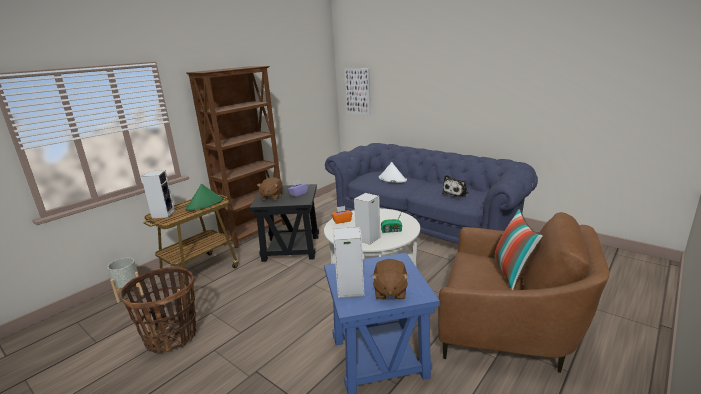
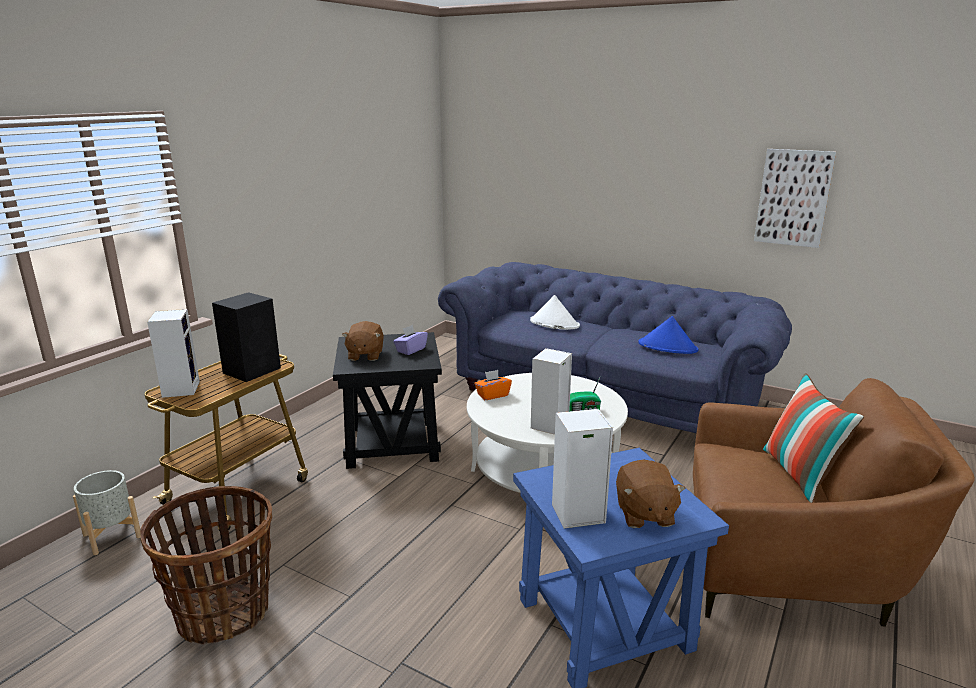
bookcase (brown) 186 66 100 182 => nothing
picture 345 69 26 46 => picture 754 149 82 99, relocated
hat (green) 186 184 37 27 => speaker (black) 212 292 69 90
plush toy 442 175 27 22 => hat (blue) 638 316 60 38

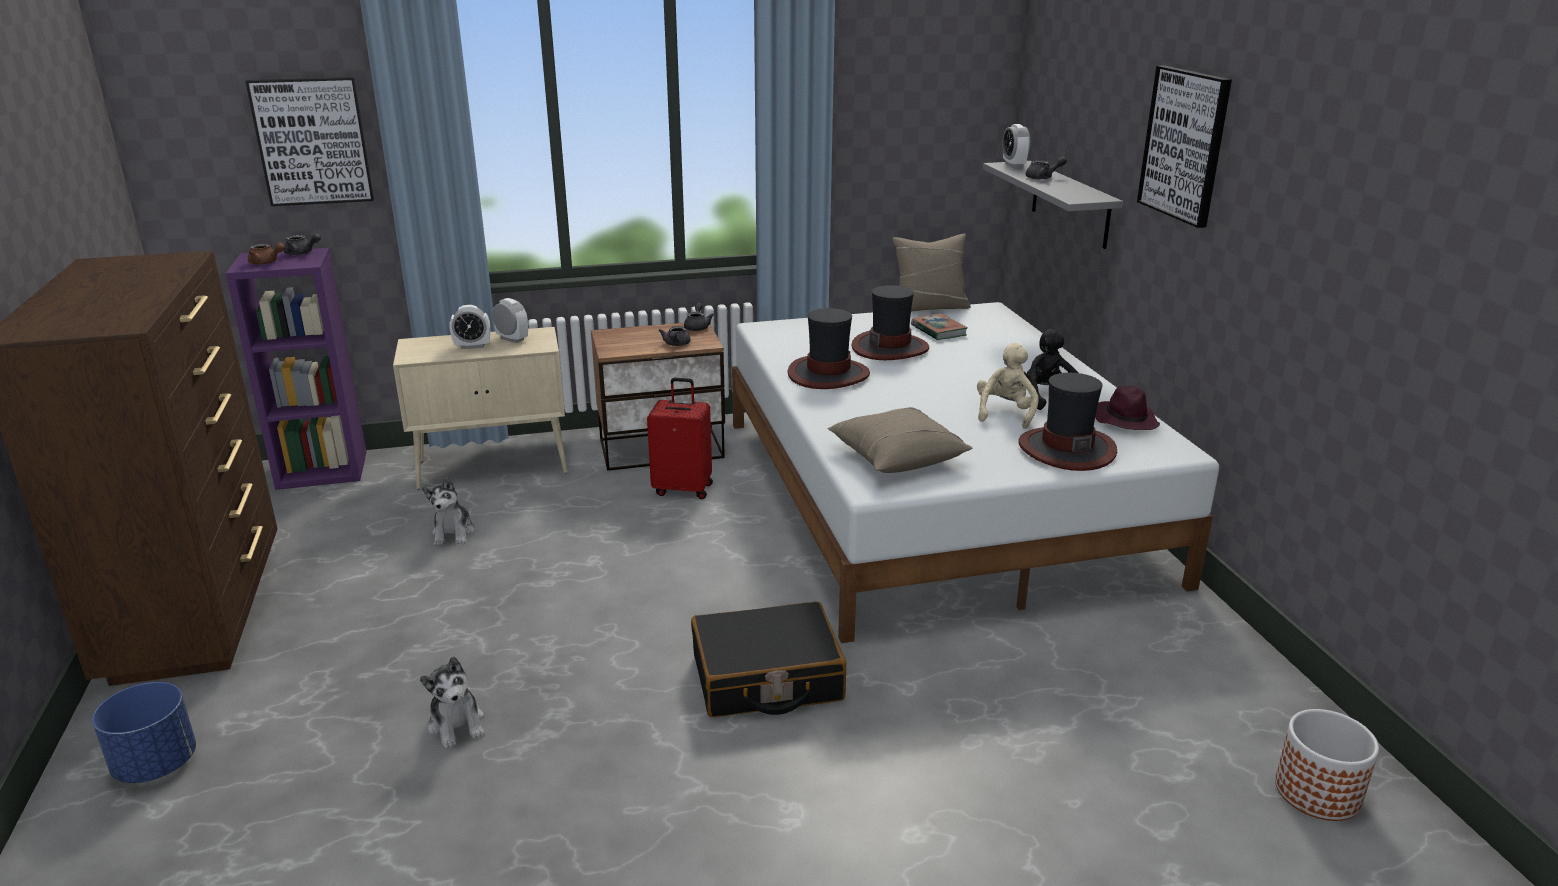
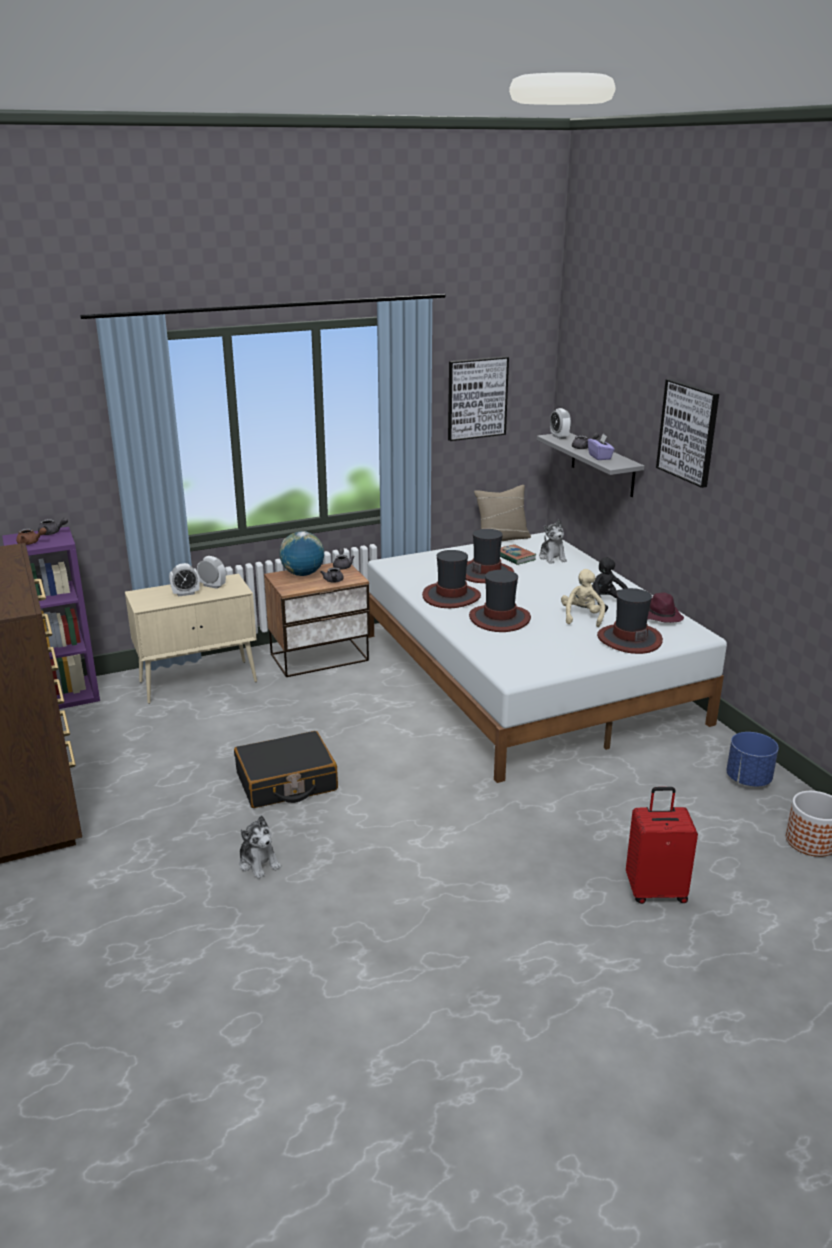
pillow (beige) 828 407 144 66 => nothing
nothing => globe 280 531 44 45
nothing => hat 469 570 62 62
nothing => tissue box (purple) 588 434 27 26
planter (blue) 92 682 104 101 => planter (blue) 726 732 53 55, relocated
picture 245 77 129 129 => picture 448 356 61 85, relocated
plush toy 422 477 53 69 => plush toy 539 519 28 45, relocated
suitcase (red) 647 378 66 121 => suitcase (red) 626 787 72 117, relocated
suitcase (black) 691 601 155 116 => suitcase (black) 234 731 104 77, relocated

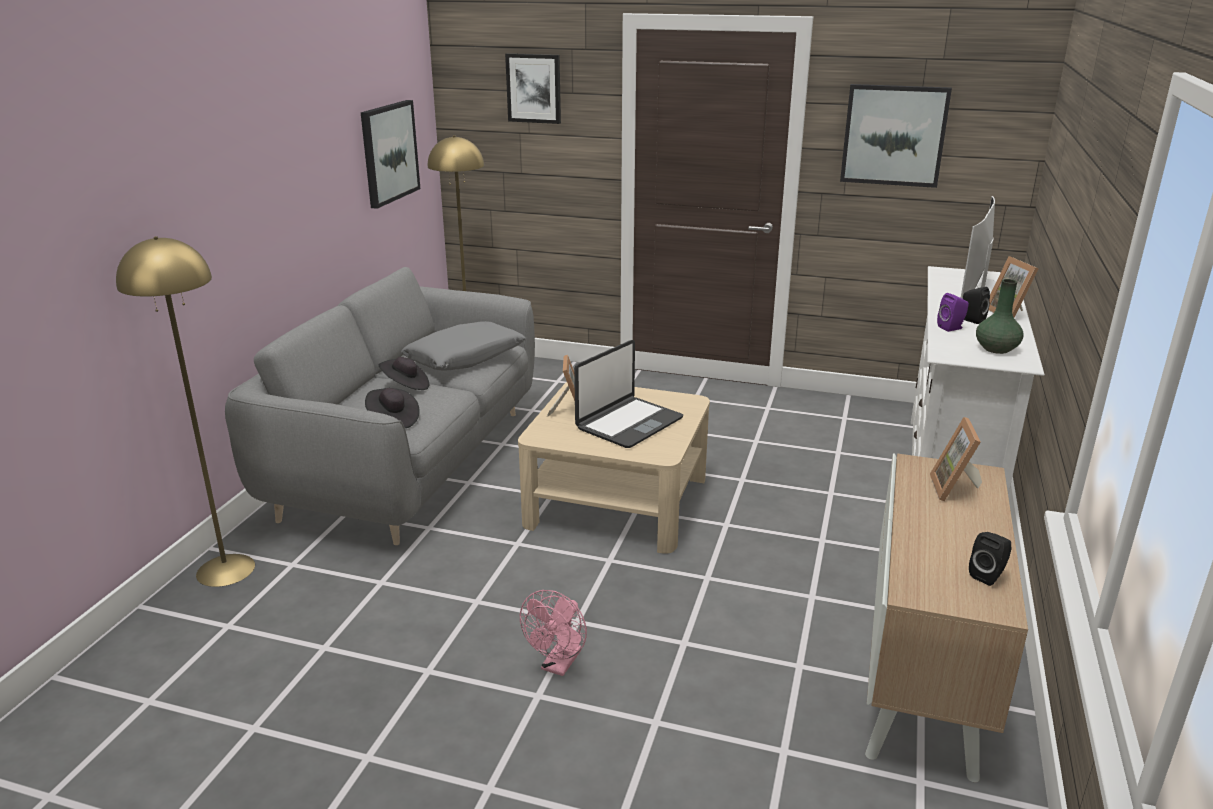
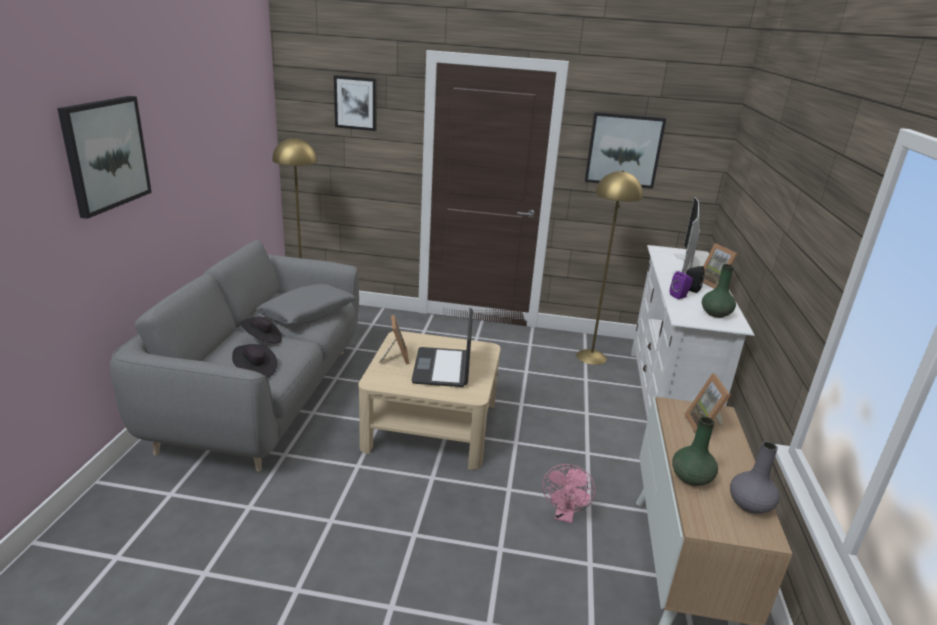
nothing => vase (green) 672 417 46 69
floor lamp (yellow) 116 236 139 351 => floor lamp (yellow) 576 170 67 195, relocated
picture 361 100 59 109 => picture 57 96 95 123, relocated
fan (pink) 520 590 67 86 => fan (pink) 543 464 53 59, relocated
speaker (black) 969 532 42 54 => vase (grey) 730 441 50 73
laptop 574 340 109 108 => laptop 412 308 61 79, 150 degrees clockwise

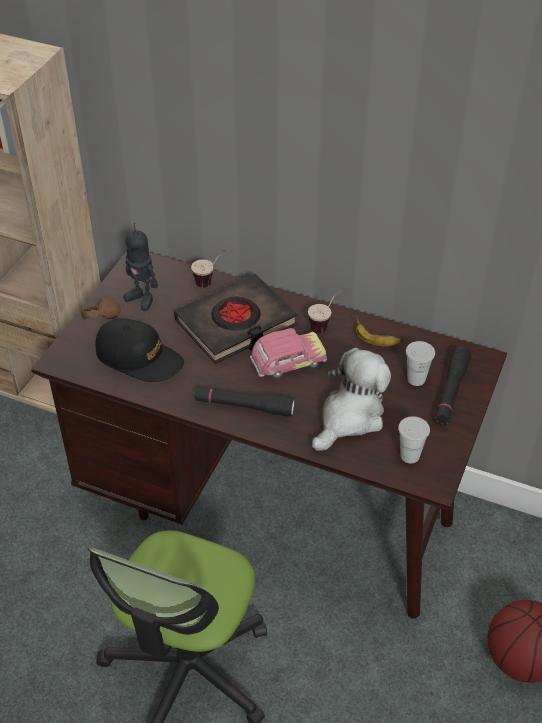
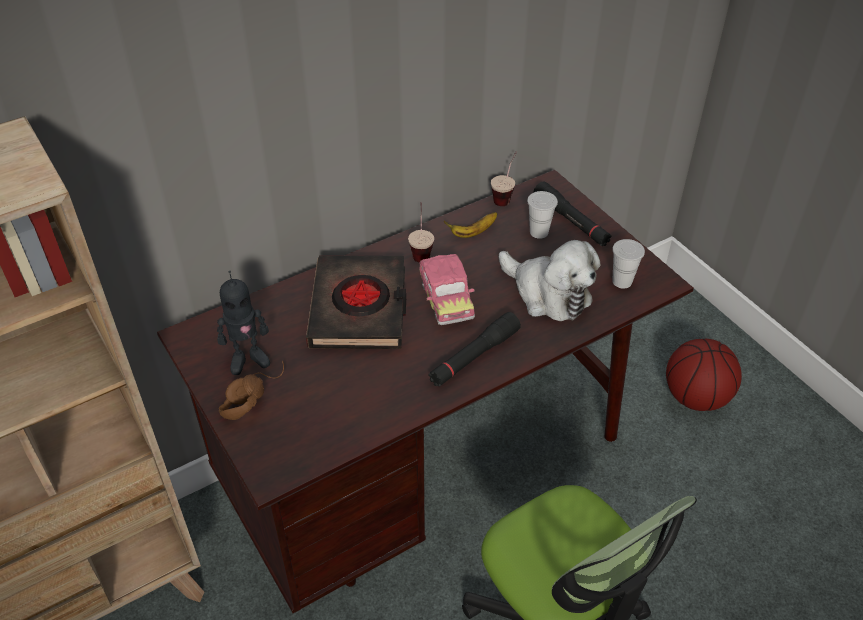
cap (black) 95 318 89 64 => nothing
cup 191 251 41 37 => cup 491 151 26 55, relocated
toy car 250 328 77 50 => toy car 420 254 55 71, 150 degrees clockwise
plush toy 312 348 79 103 => plush toy 499 240 101 81, 150 degrees clockwise

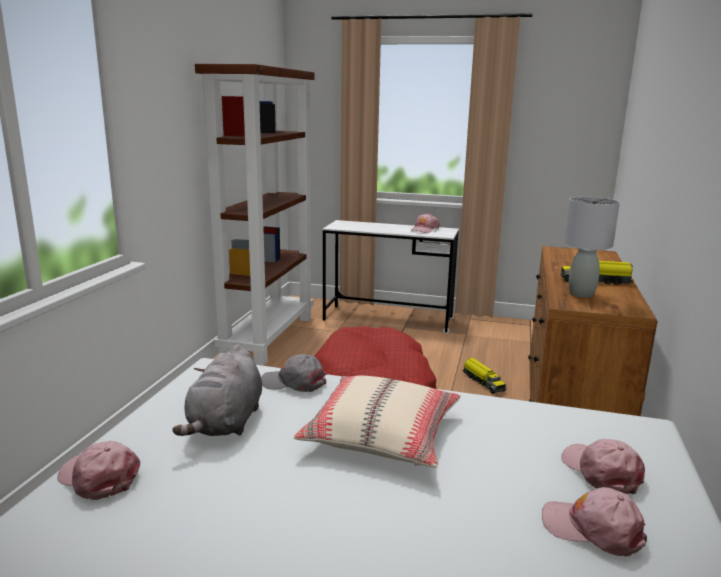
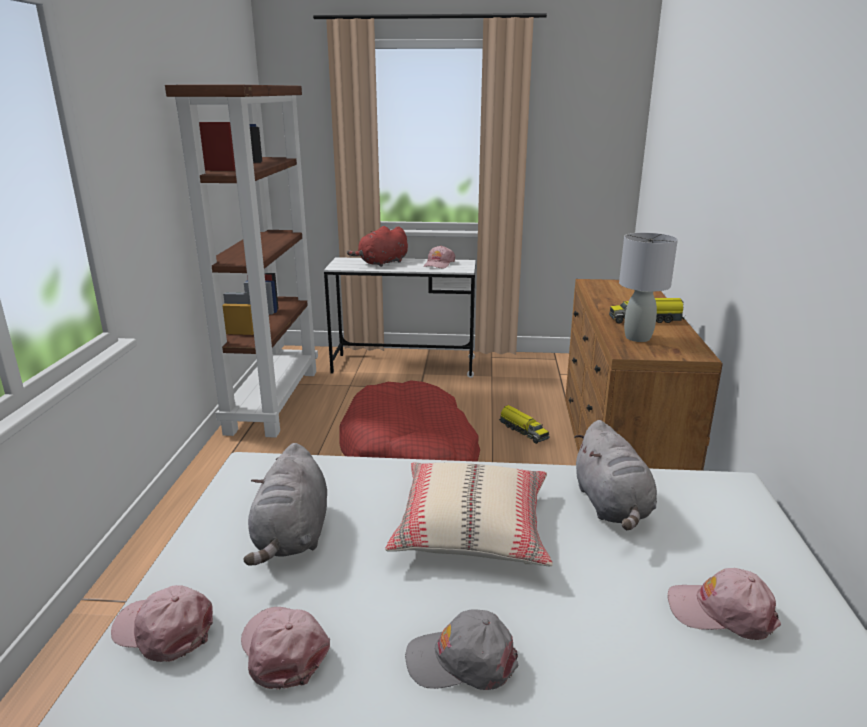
nothing => plush toy (red) 347 226 61 41
nothing => plush toy (grey) 574 420 83 110
cap (grey) 261 354 65 38 => cap (grey) 405 609 114 81, relocated
cap (pink) 561 439 84 55 => cap (pink) 241 607 89 82, relocated

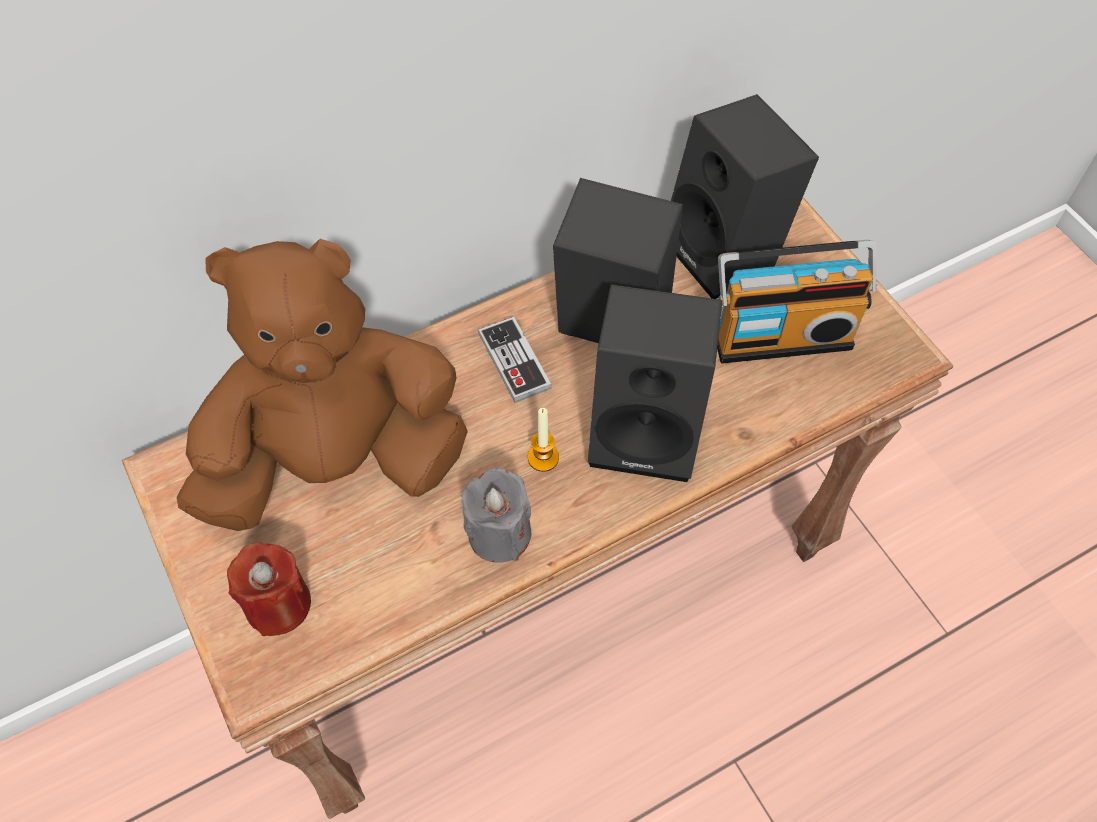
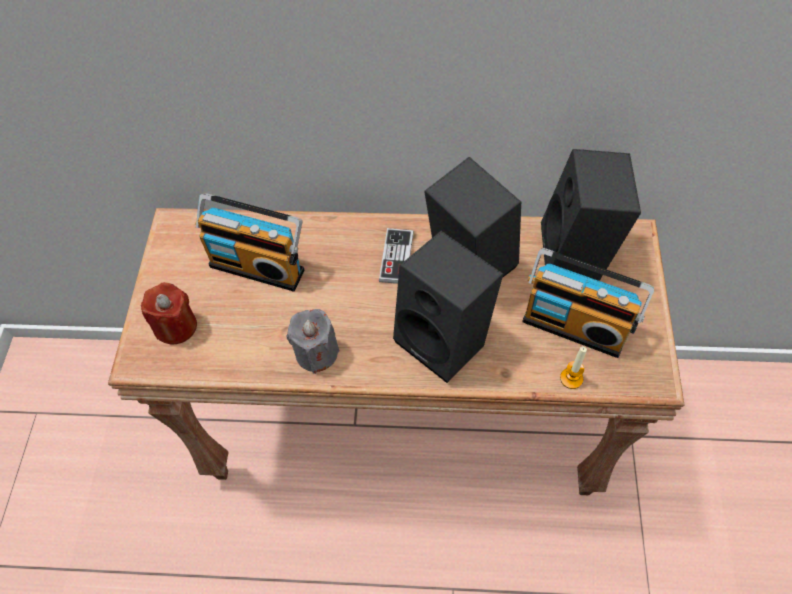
candle 528 408 31 64 => candle 560 346 27 43, relocated
plush toy (brown) 177 239 291 292 => radio 195 193 110 99

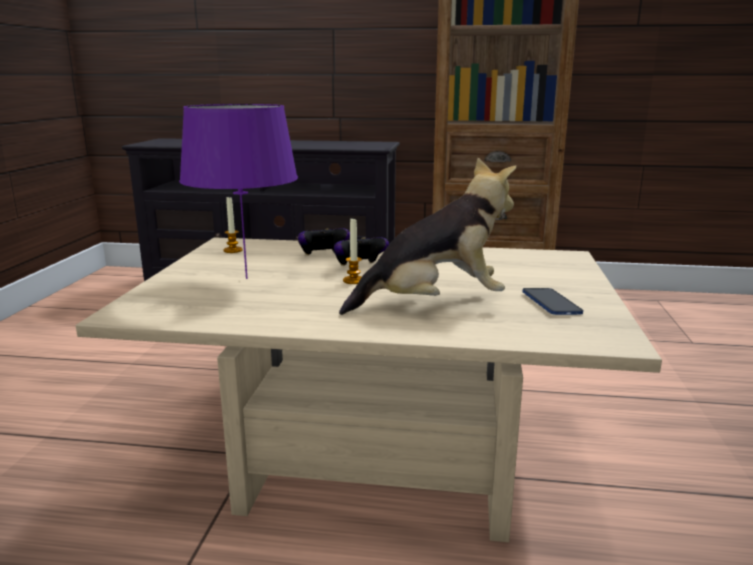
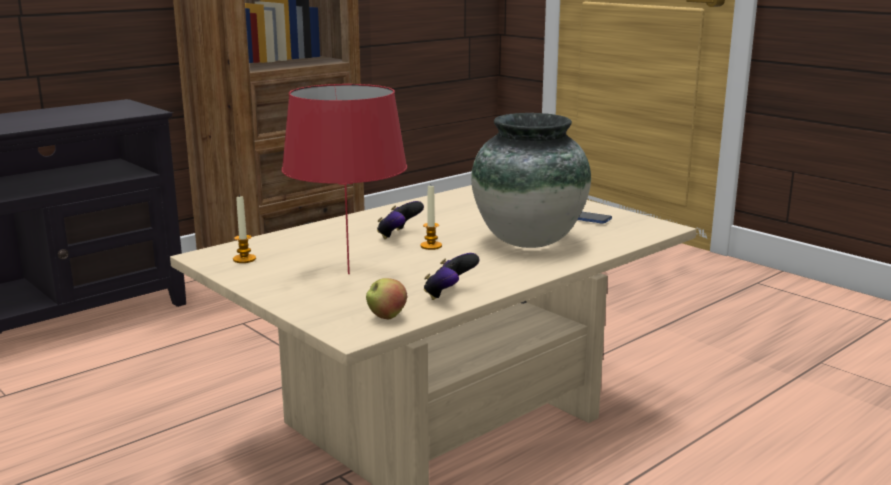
nothing => apple 366 278 41 41
game controller 298 228 52 27 => game controller 424 253 55 47, relocated
plush toy 339 158 178 157 => vase 471 113 120 135
table lamp (purple) 179 104 119 175 => table lamp (red) 282 84 125 190

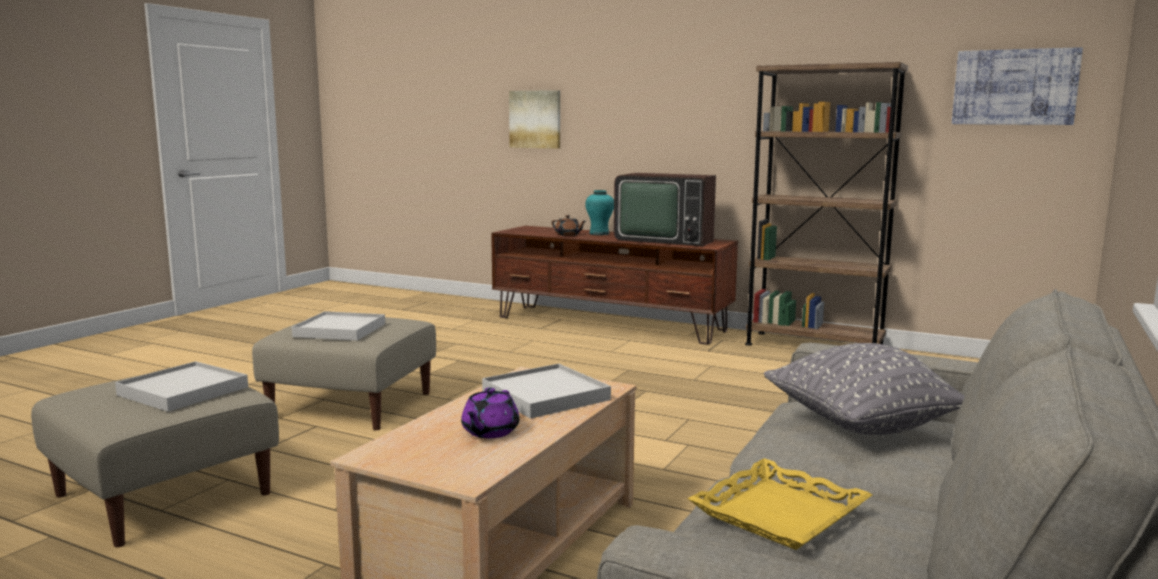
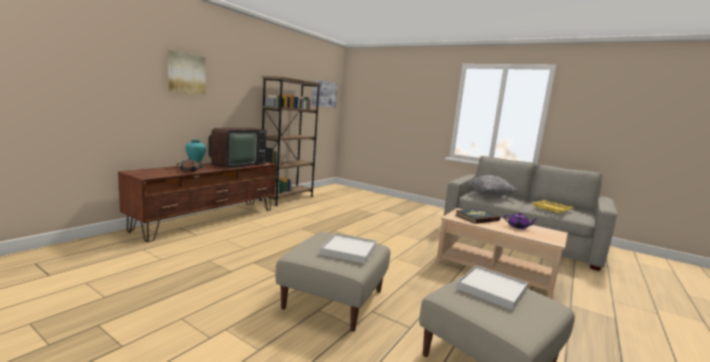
picture 509 90 51 59 => picture 168 50 38 45, relocated
tray (white) 482 364 129 55 => book 455 208 45 16

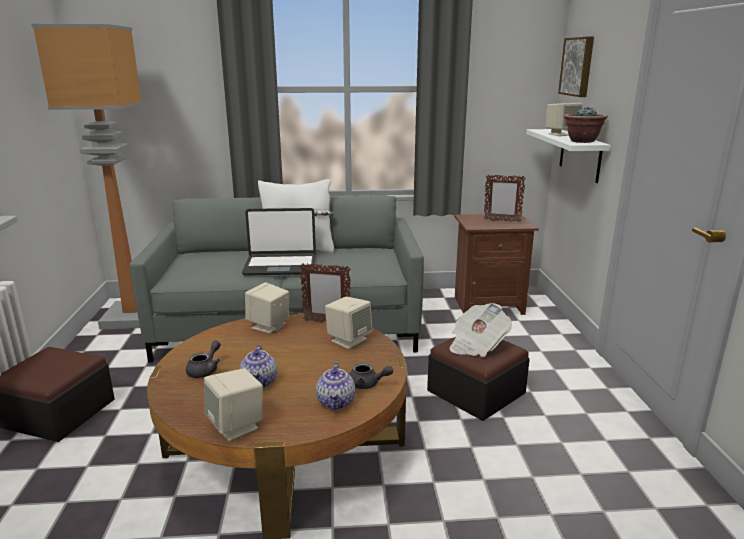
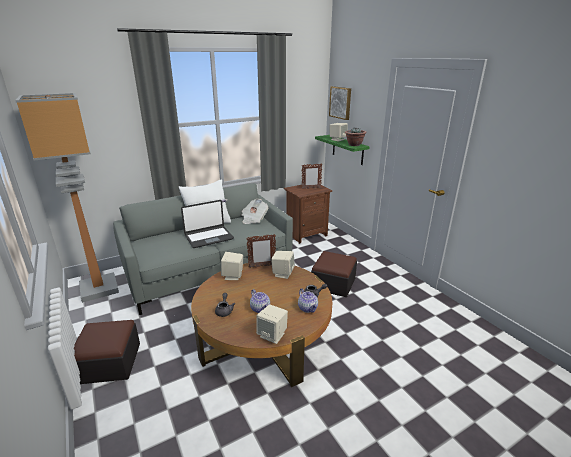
newspaper 449 303 63 54 => newspaper 241 199 27 25, relocated
shelf (white) 526 129 85 54 => shelf (green) 315 135 55 30

